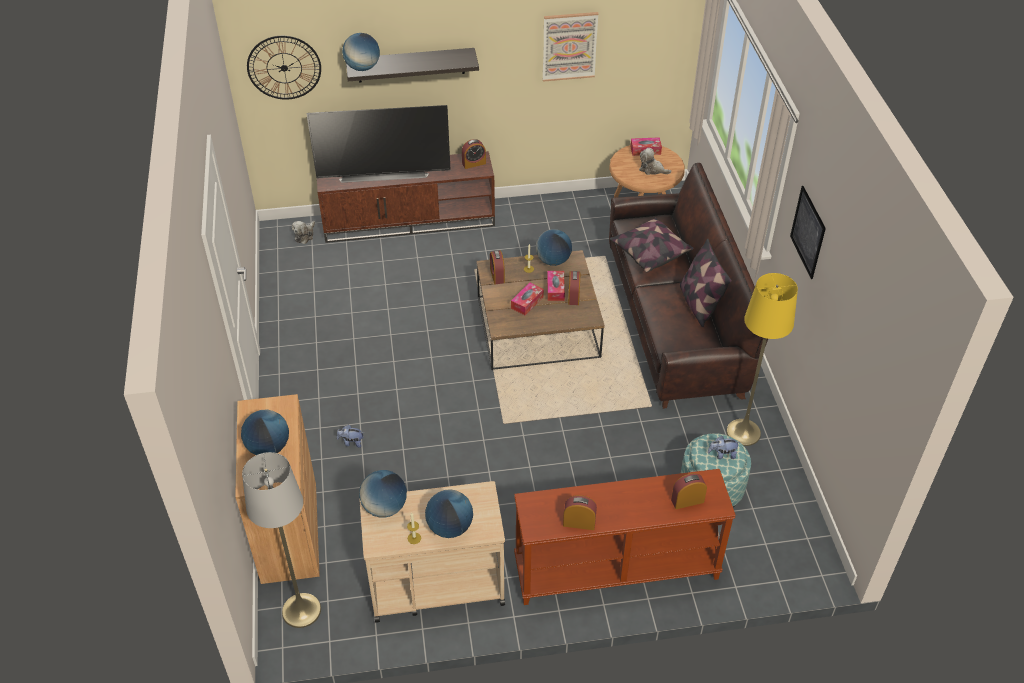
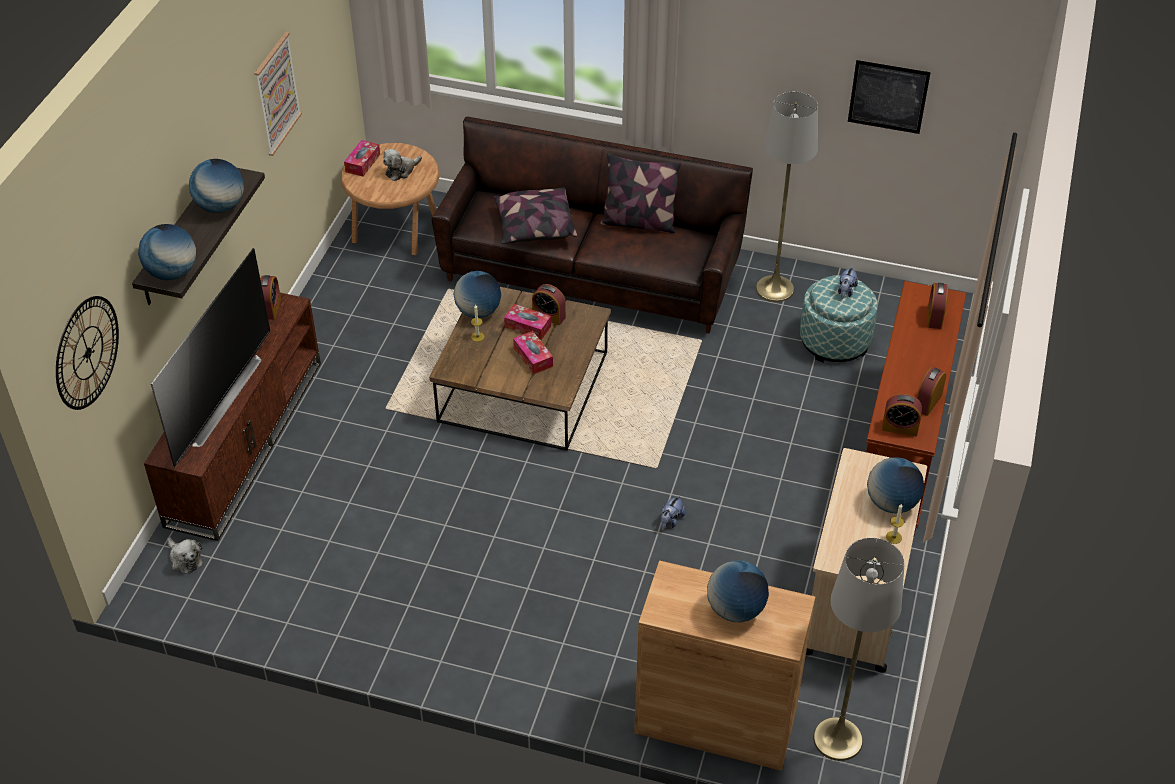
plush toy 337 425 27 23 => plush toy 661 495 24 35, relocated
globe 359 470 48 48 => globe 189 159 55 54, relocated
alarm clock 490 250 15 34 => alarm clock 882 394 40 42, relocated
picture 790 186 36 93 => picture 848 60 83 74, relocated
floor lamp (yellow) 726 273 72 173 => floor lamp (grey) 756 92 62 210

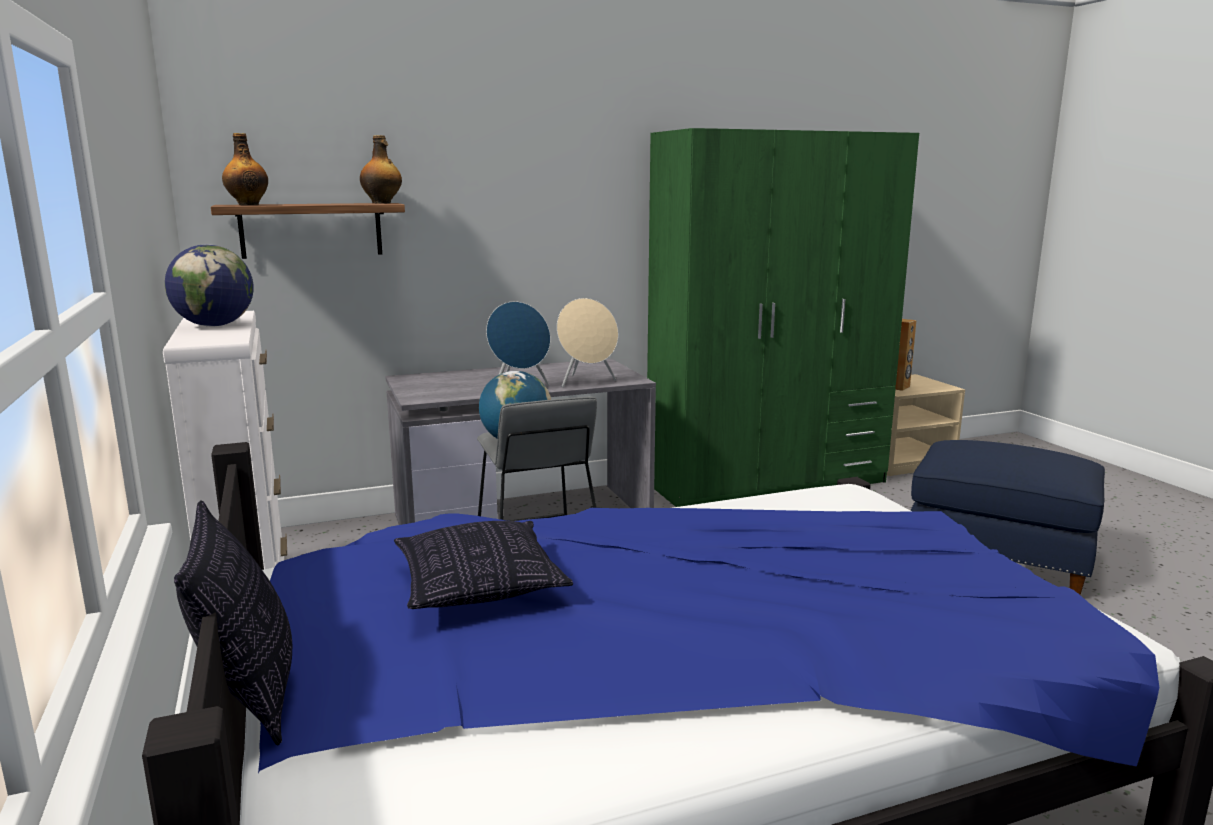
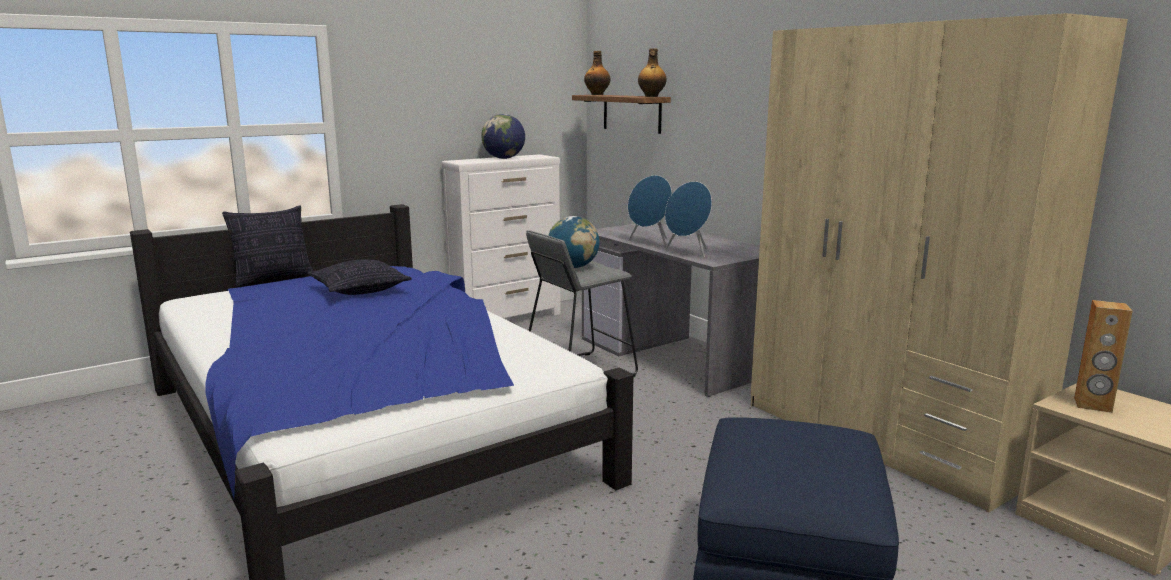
speaker (beige) 557 298 61 89 => speaker (blue) 665 181 47 77
wardrobe (green) 647 128 272 379 => wardrobe (beige) 751 13 377 500

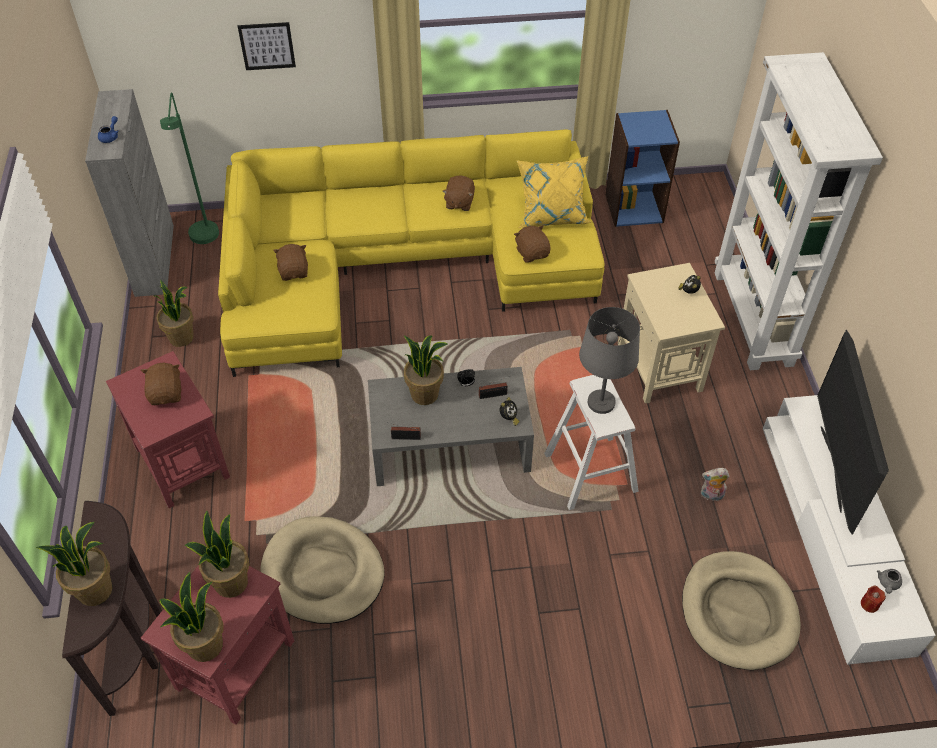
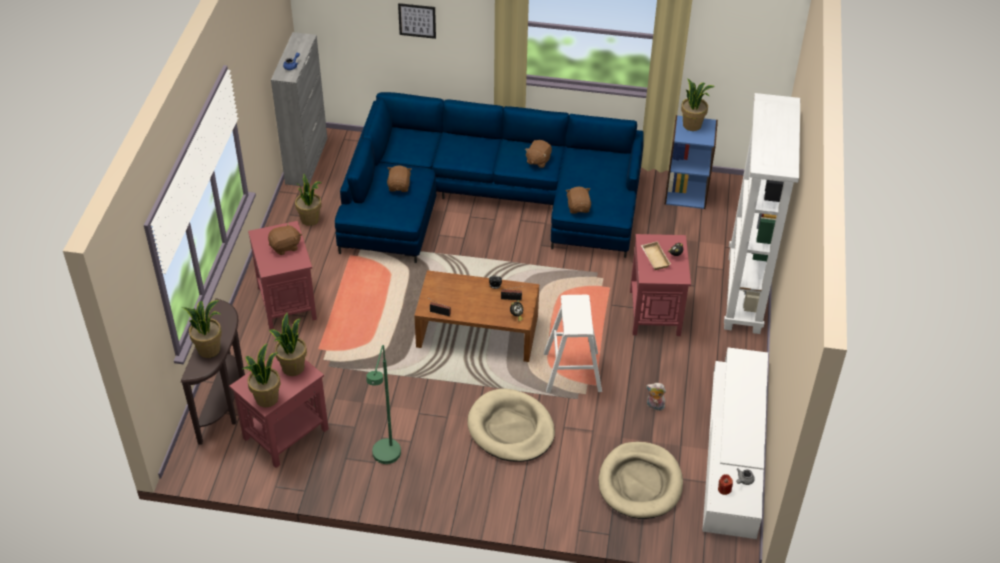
pillow (yellow) 517 156 74 72 => nothing
table lamp (grey) 579 307 61 107 => nothing
television 817 329 72 206 => nothing
nothing => tray (beige) 641 241 30 29
floor lamp (green) 160 93 59 151 => floor lamp (green) 366 345 35 119, relocated
dog bed (beige) 261 516 123 108 => dog bed (beige) 468 389 87 73, relocated
potted plant 404 335 44 70 => potted plant 681 78 34 53, relocated
sofa (yellow) 218 129 386 248 => sofa (blue) 335 92 309 171
coffee table (grey) 368 367 166 119 => coffee table (brown) 414 270 125 92
side table (beige) 618 263 107 141 => side table (red) 630 234 61 102
plush toy (brown) 141 363 40 42 => plush toy (brown) 268 223 34 32, 60 degrees clockwise

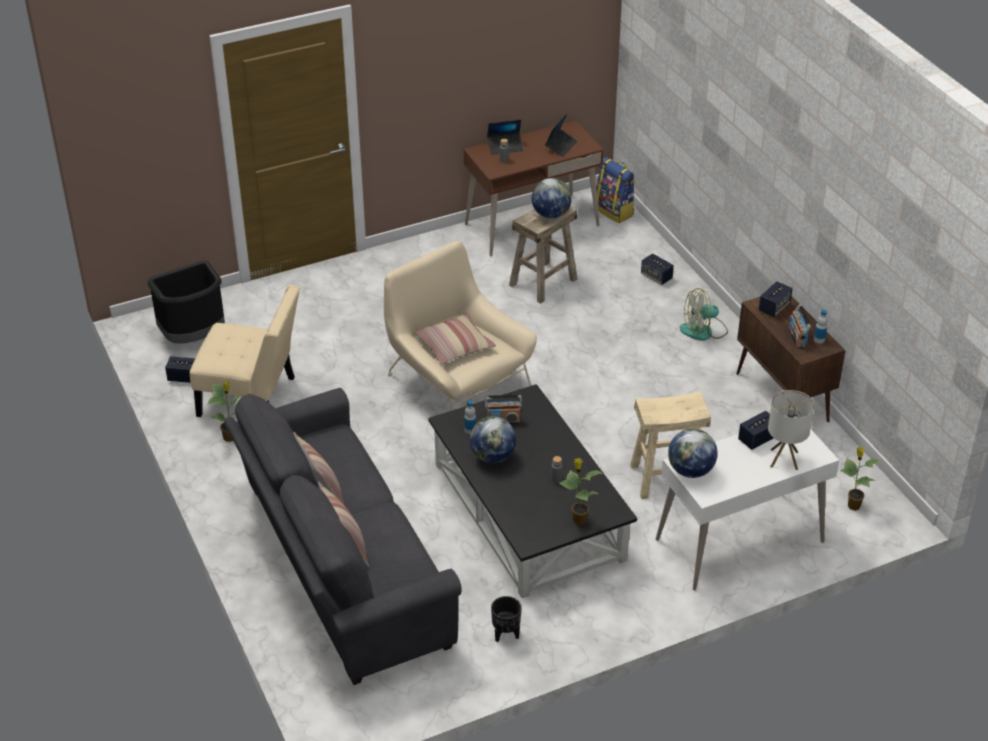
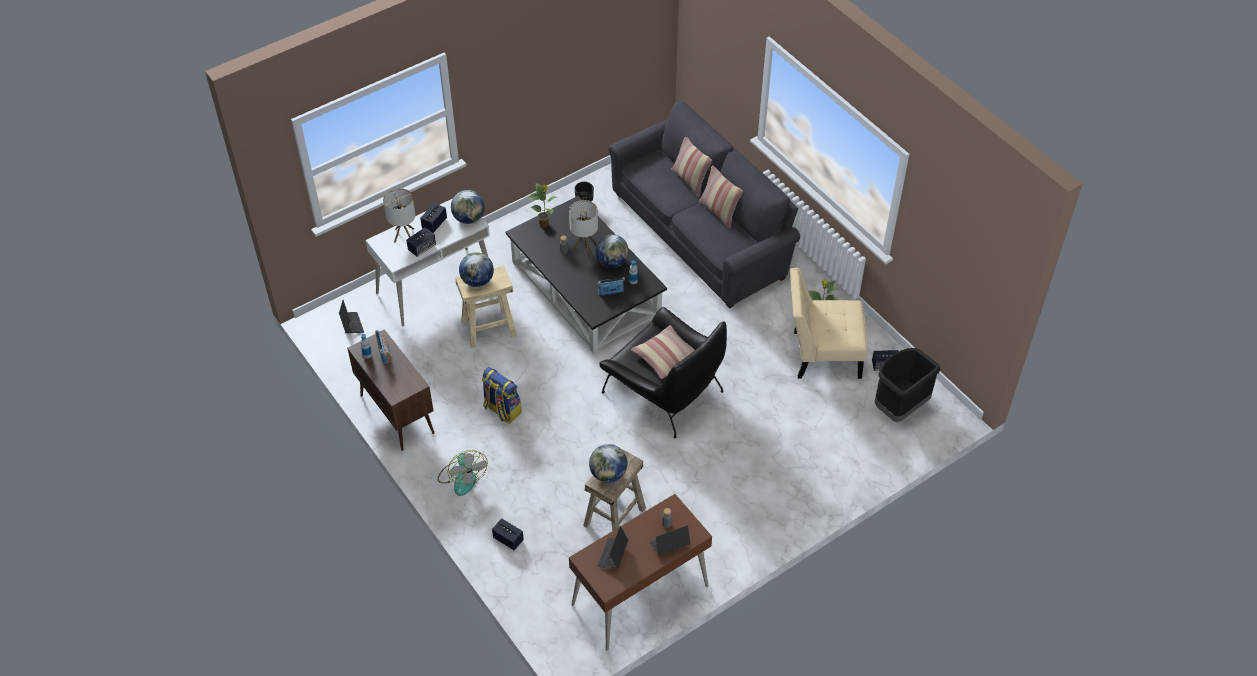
nothing => globe 459 252 35 35
nothing => table lamp 569 200 29 55
backpack 596 157 39 66 => backpack 482 367 40 56, relocated
speaker 759 281 33 36 => speaker 420 203 27 30, relocated
potted plant 840 447 42 64 => laptop 339 300 25 33
armchair (beige) 384 241 153 170 => armchair (black) 599 307 128 131
fan 679 288 49 53 => fan 437 450 51 46, 90 degrees clockwise

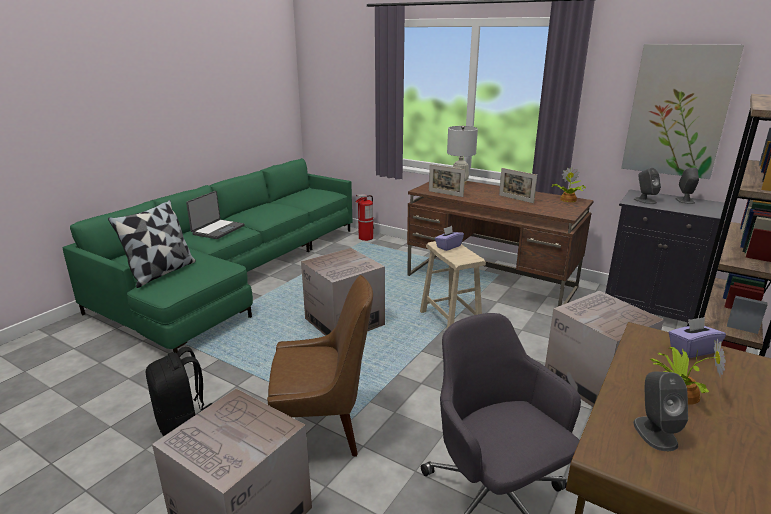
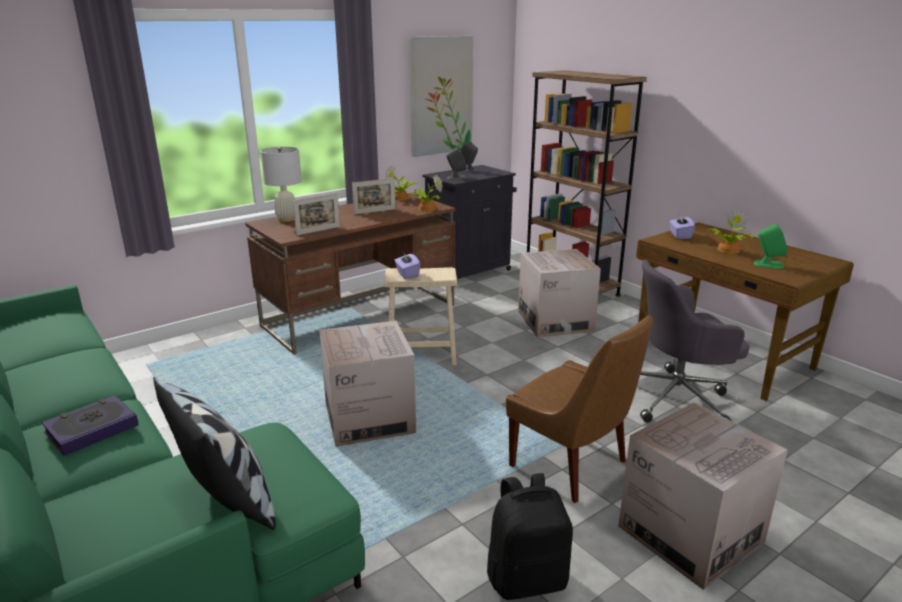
fire extinguisher 356 194 18 47 => nothing
nothing => potted plant 411 175 32 36
laptop 186 191 59 48 => book 42 395 97 61
speaker (grey) 633 371 55 80 => speaker (green) 754 223 33 45
chair (brown) 267 275 106 182 => chair (brown) 506 316 147 187, 120 degrees clockwise

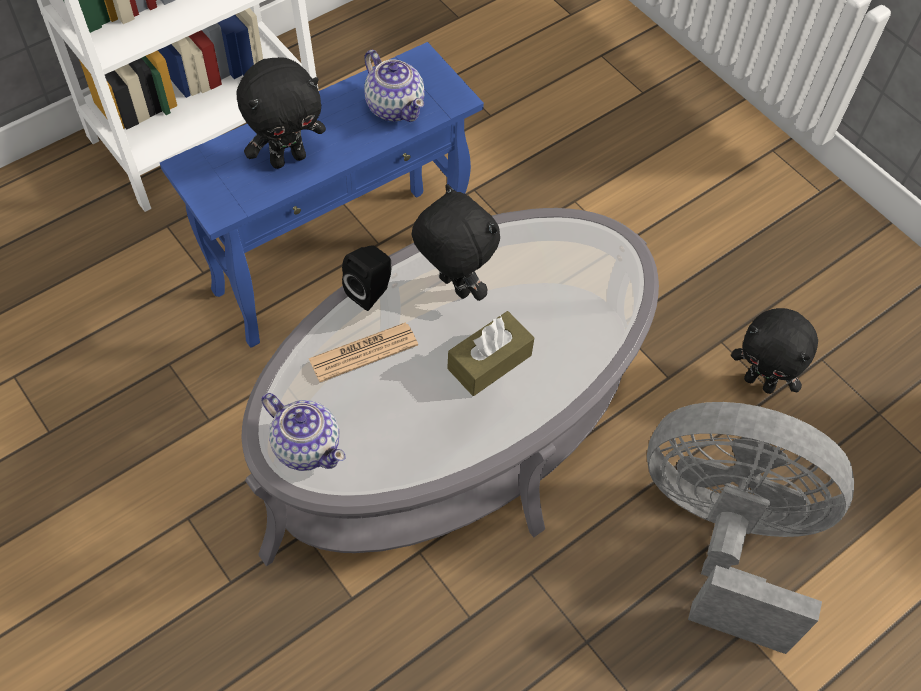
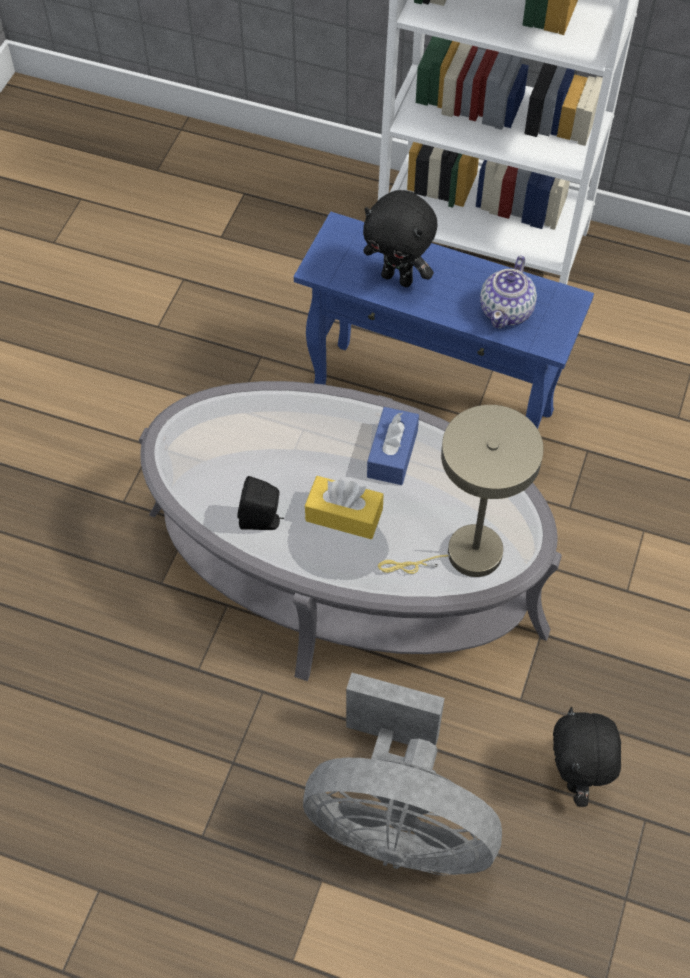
teapot 261 393 85 78 => nothing
newspaper 308 322 110 60 => nothing
nothing => table lamp (beige) 378 405 166 172
speaker (black) 342 245 49 66 => speaker (black) 237 476 47 54, relocated
plush toy (black) 412 184 88 117 => tissue box (blue) 367 407 52 78
tissue box (brown) 447 311 87 85 => tissue box (yellow) 305 476 79 63
fan (grey) 647 402 207 252 => fan (grey) 303 673 199 202, 120 degrees clockwise

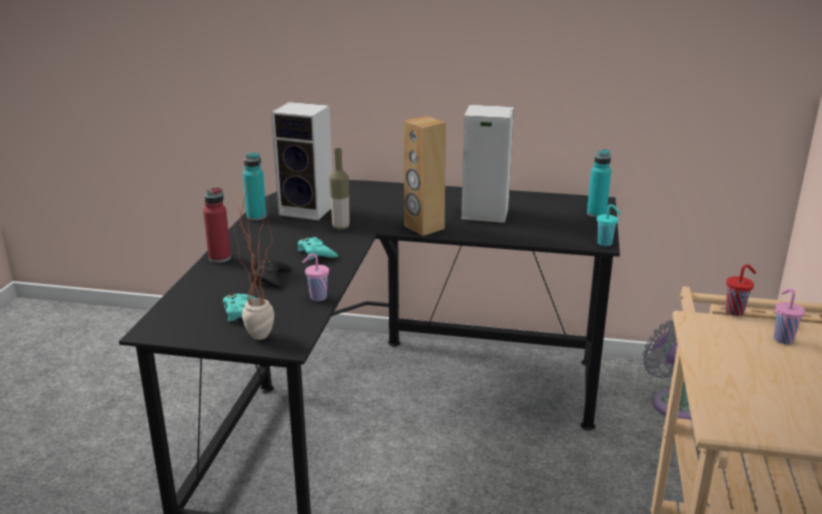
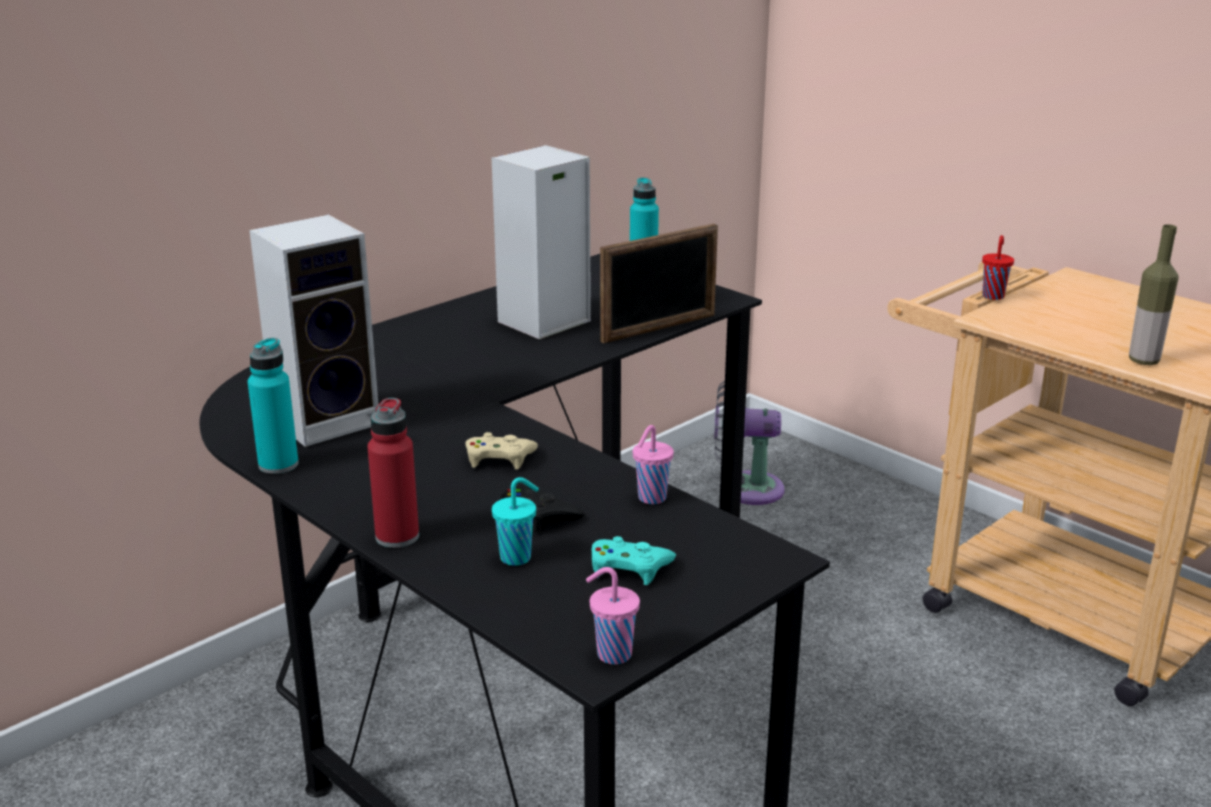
potted plant 234 155 40 185 => nothing
speaker (brown) 404 116 42 120 => nothing
nothing => picture frame 600 223 118 120
bottle 329 148 21 82 => bottle 1129 224 50 141, relocated
cup (turquoise) 597 204 24 42 => cup (turquoise) 492 477 47 89, relocated
cup (pink) 774 288 31 56 => cup (pink) 586 567 54 97, relocated
game controller (turquoise) 298 237 40 23 => game controller (beige) 465 432 73 37

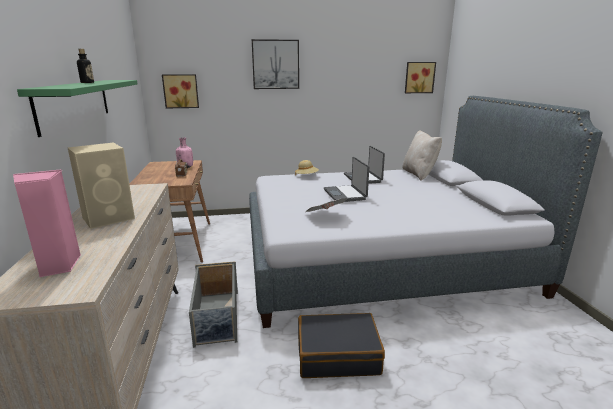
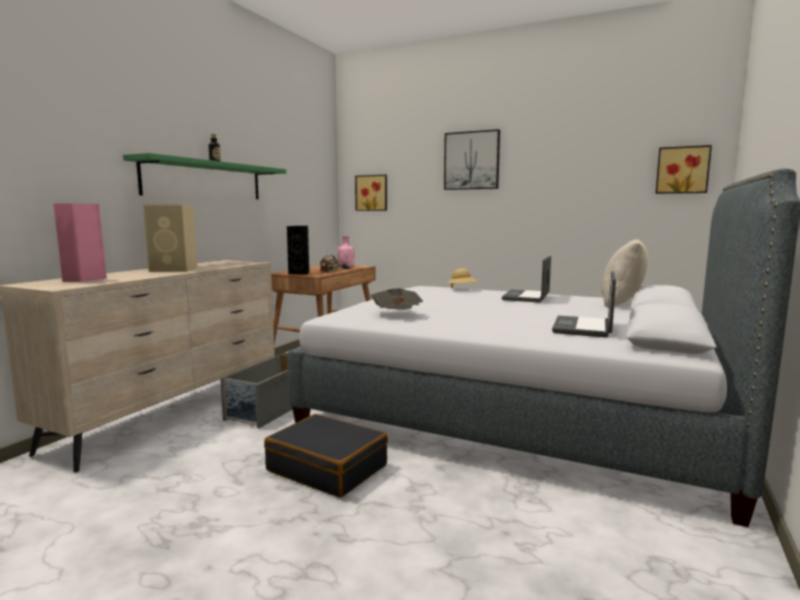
nothing => speaker (black) 287 226 22 48
laptop 324 157 45 45 => laptop 552 271 64 67, relocated

